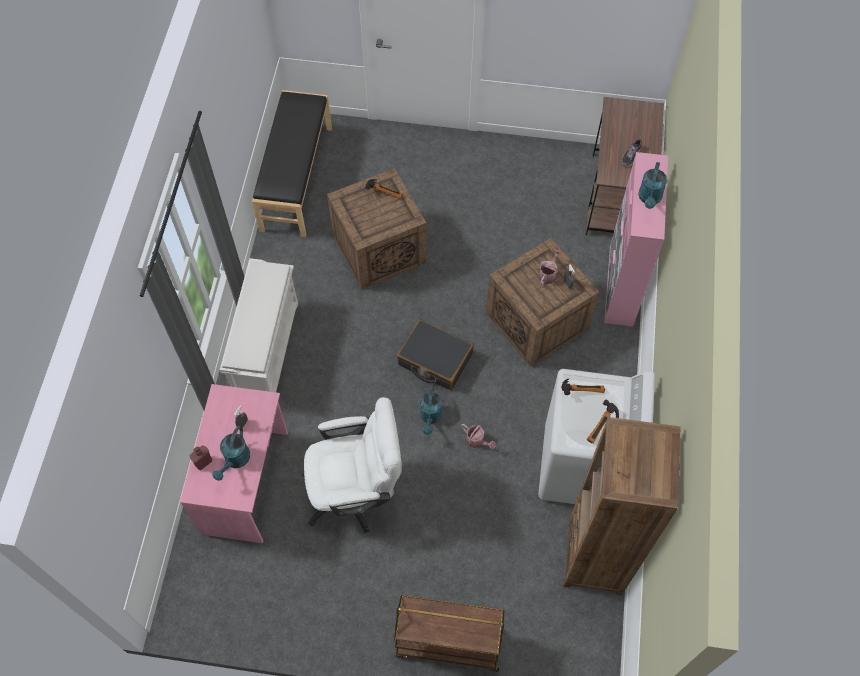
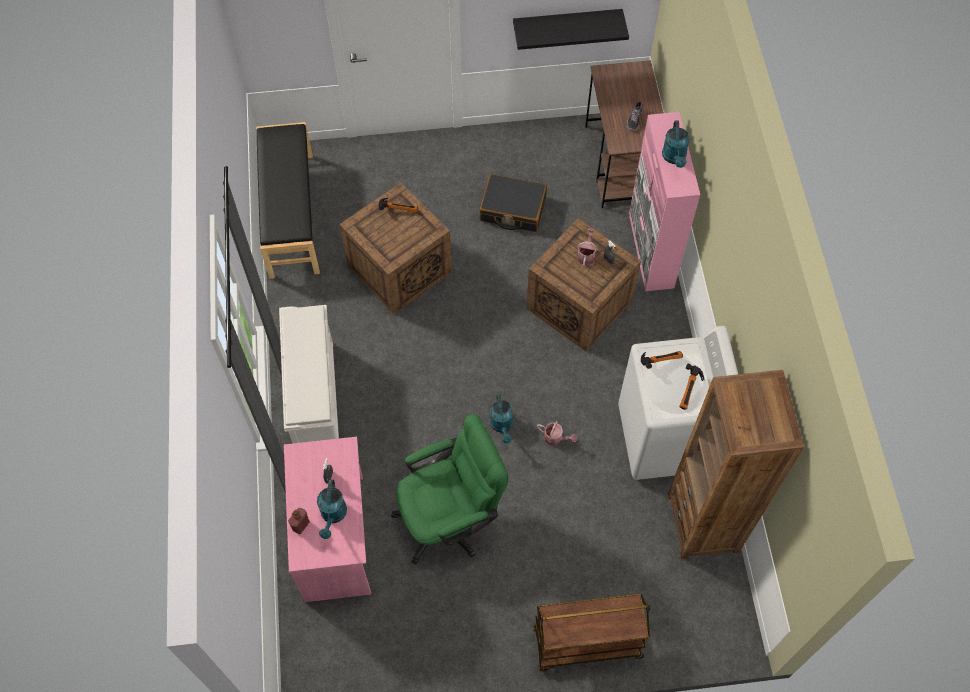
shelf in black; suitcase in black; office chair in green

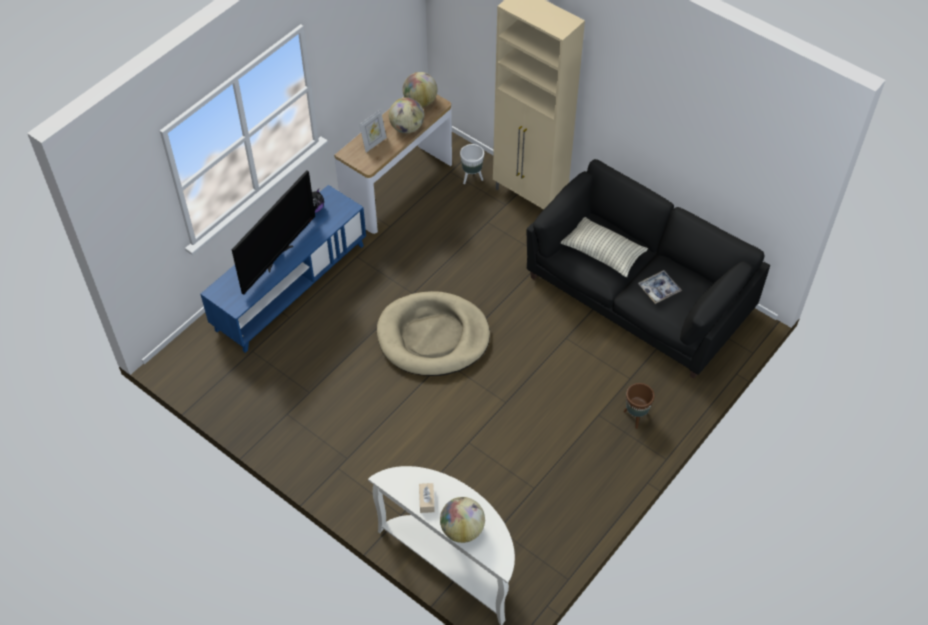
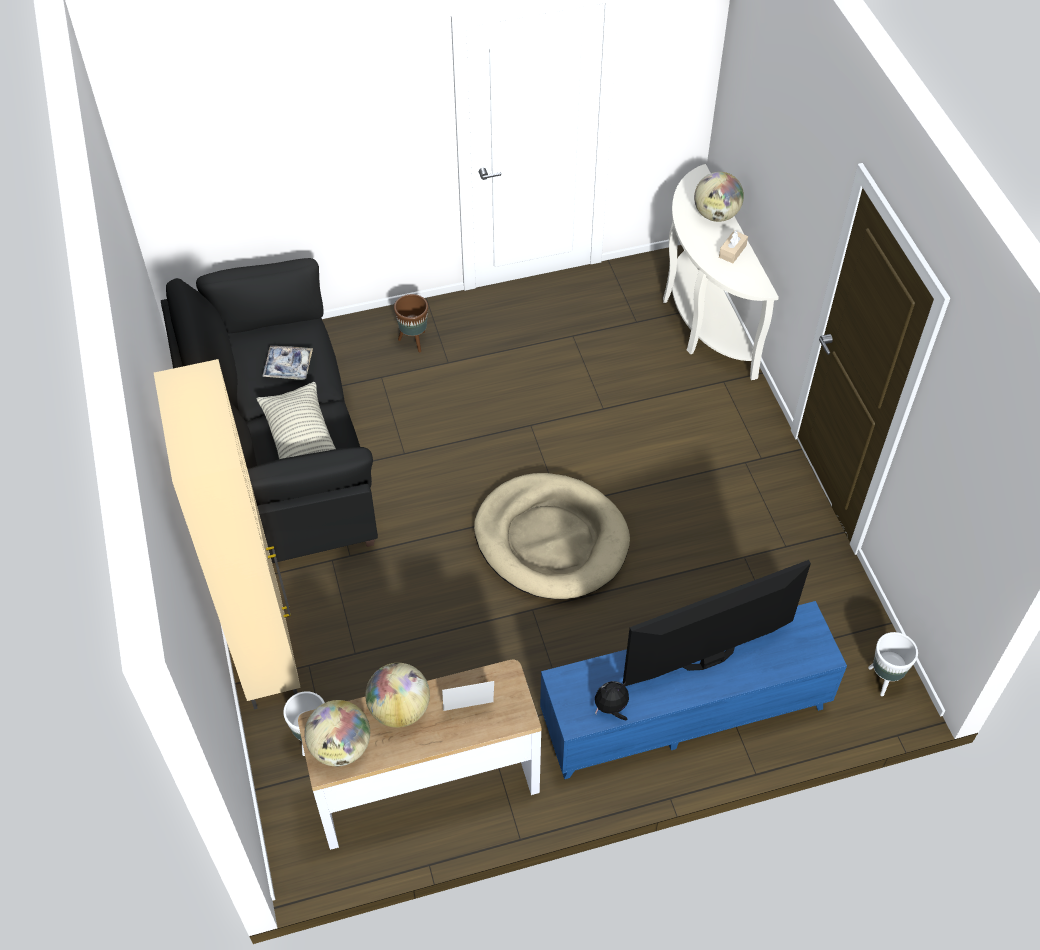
planter in white (no. 2 from left)

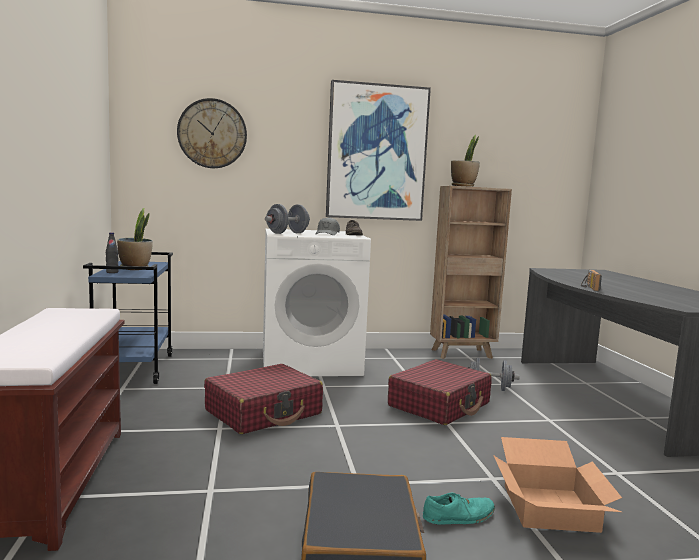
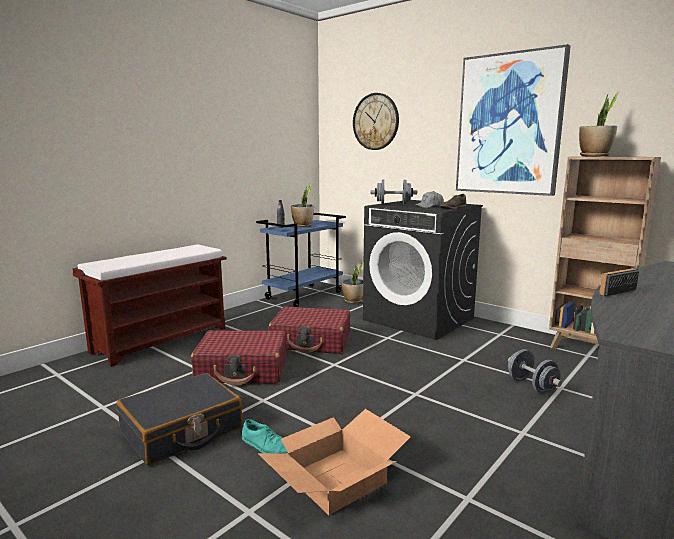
potted plant (no. 2 from left); suitcase in red (no. 1 from left); washing machine in black

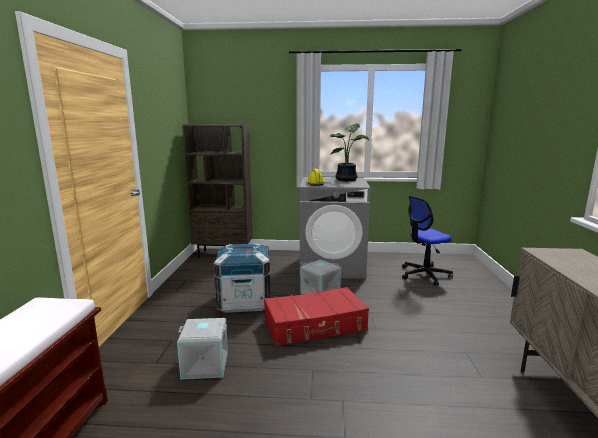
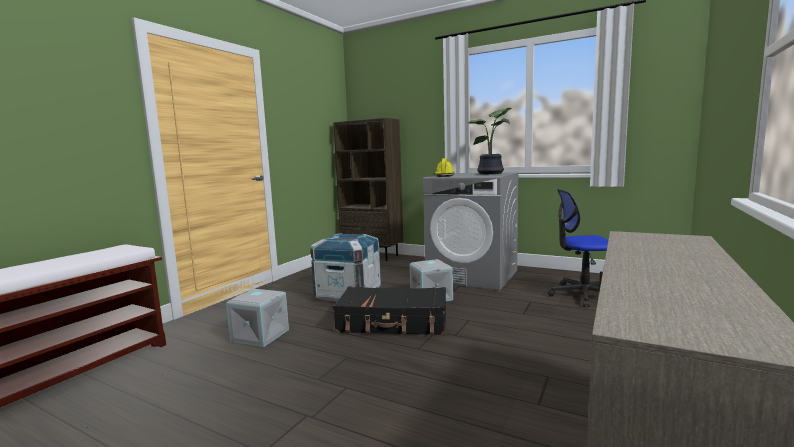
suitcase in black

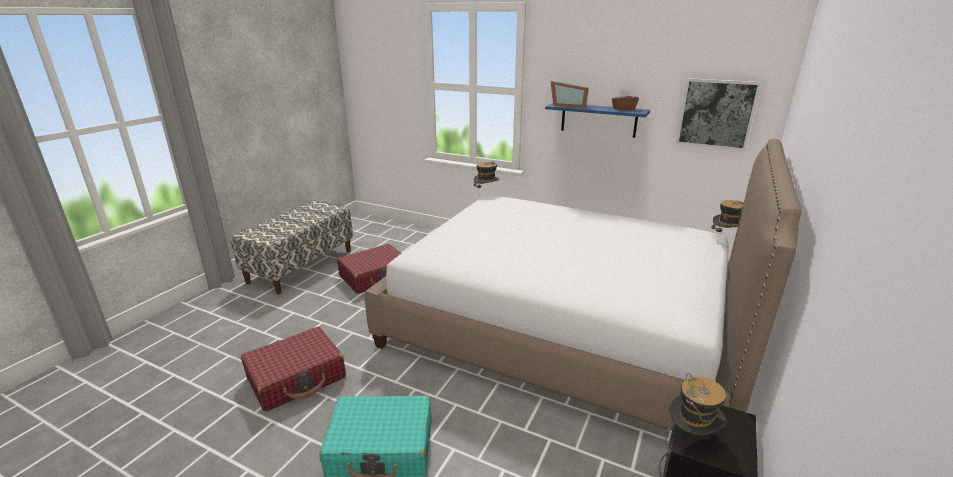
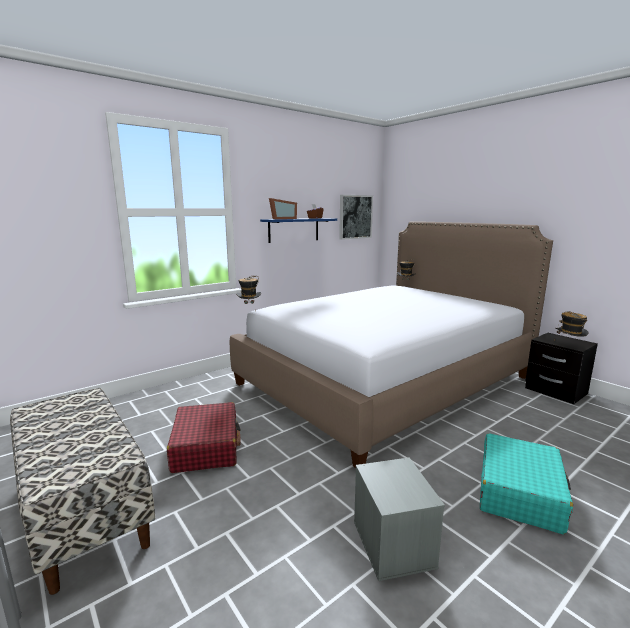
storage box in grey

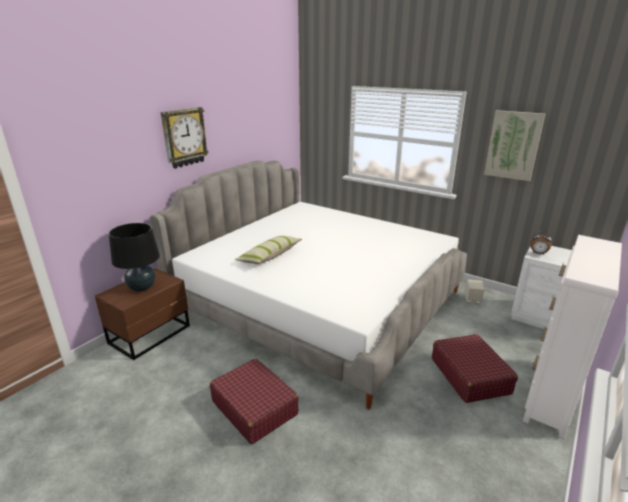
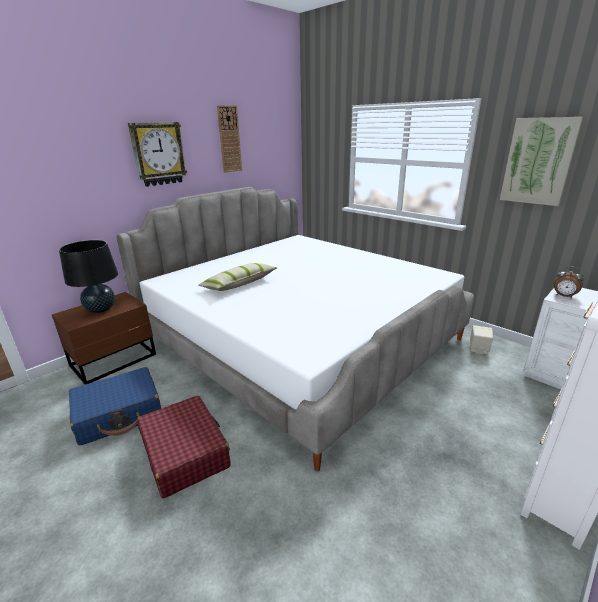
suitcase in red (no. 2 from left in the first image); suitcase in blue; wall clock (no. 2 from left)

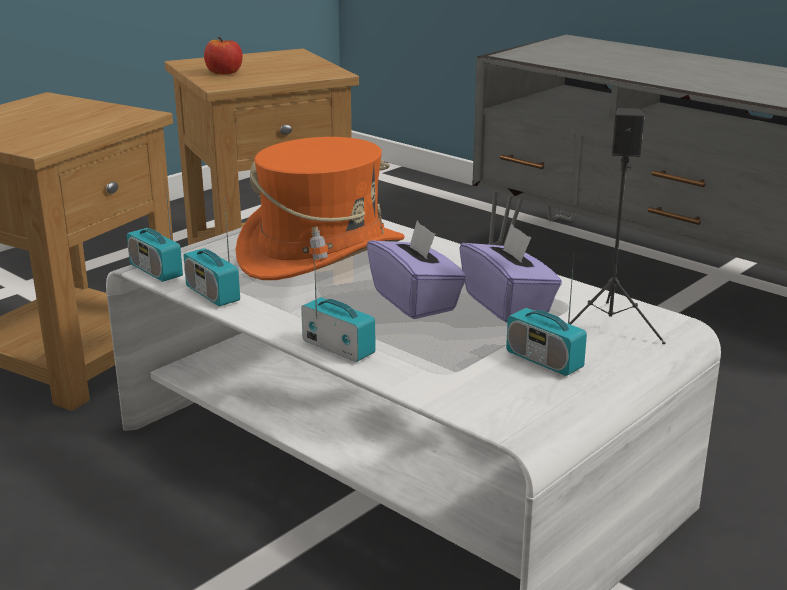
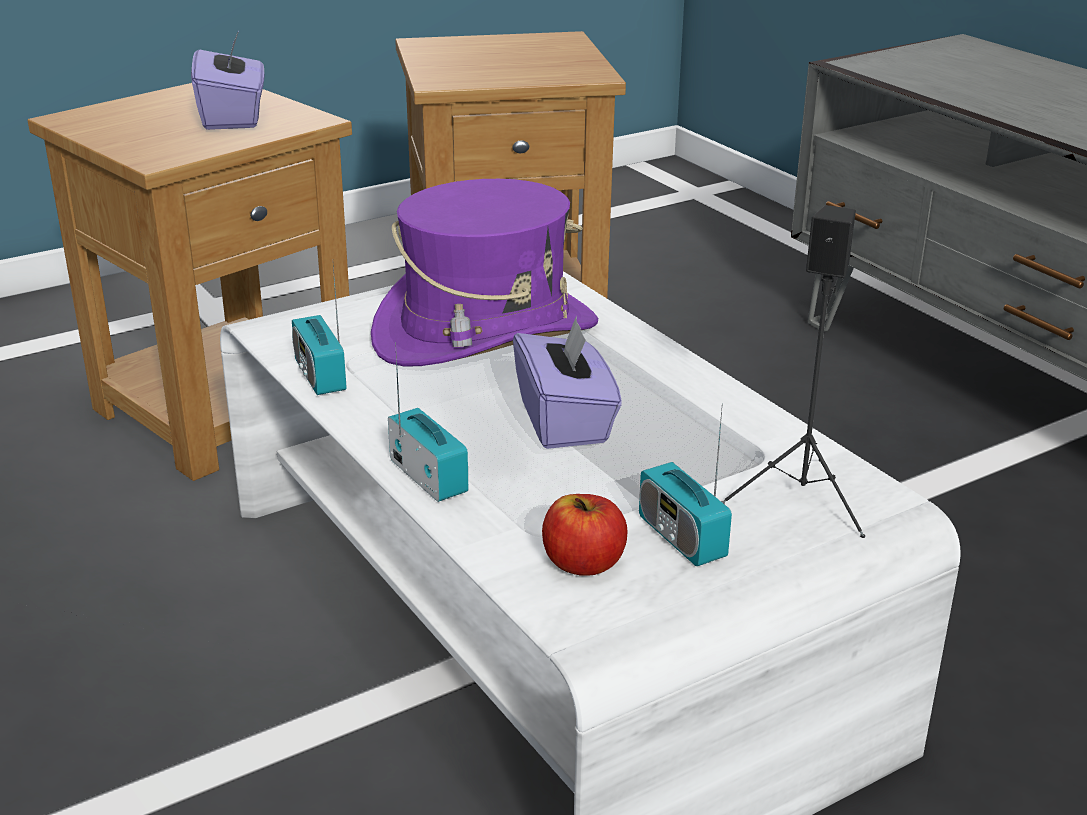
radio (no. 1 from left in the first image); apple; tissue box in purple (no. 1 from left); hat in purple

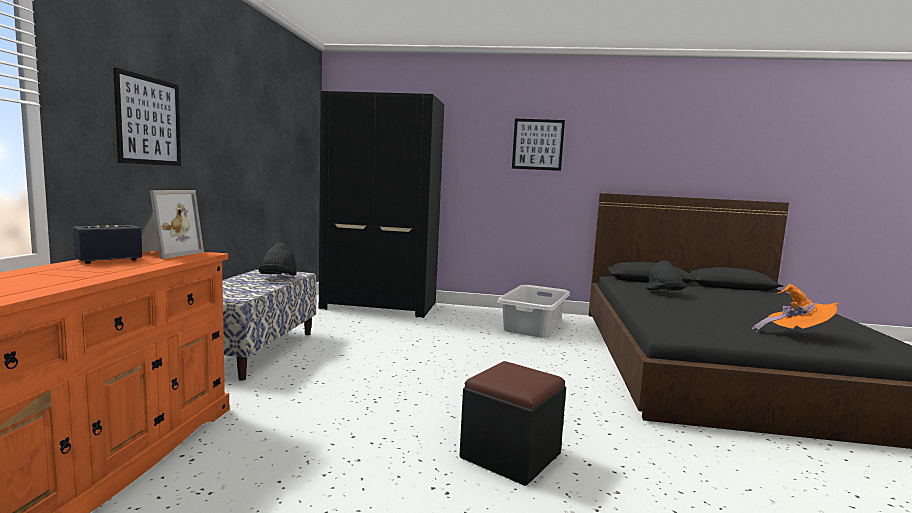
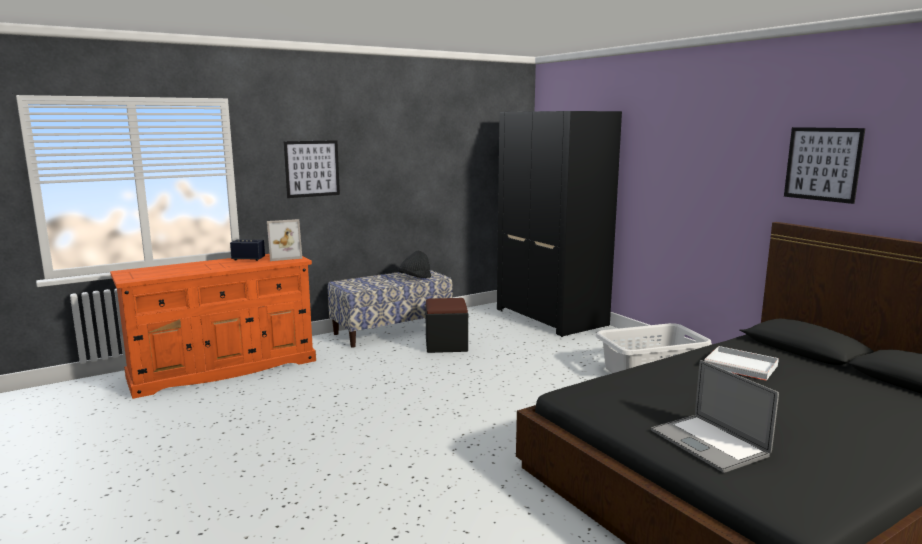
ottoman in black; picture (no. 2 from left); tray in white; laptop

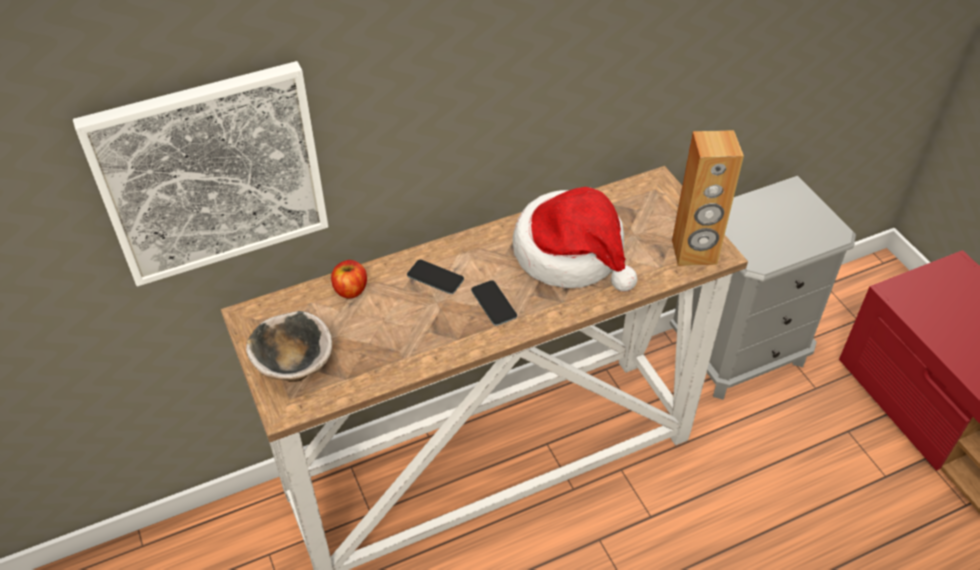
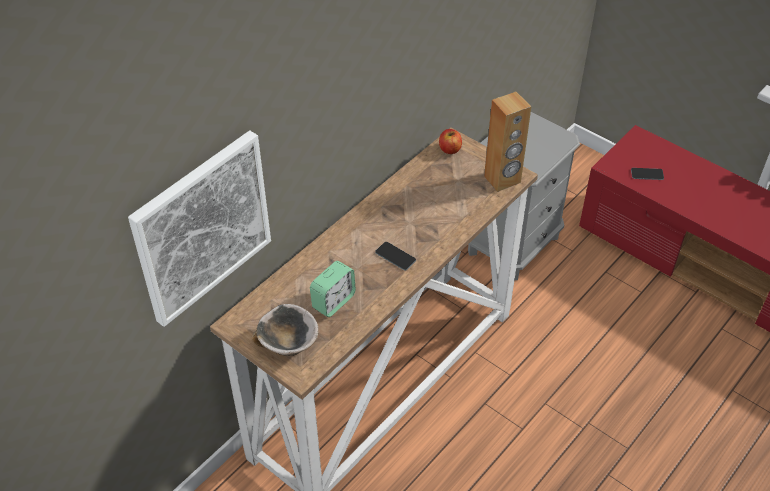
hat; alarm clock; apple; phone (no. 2 from left)

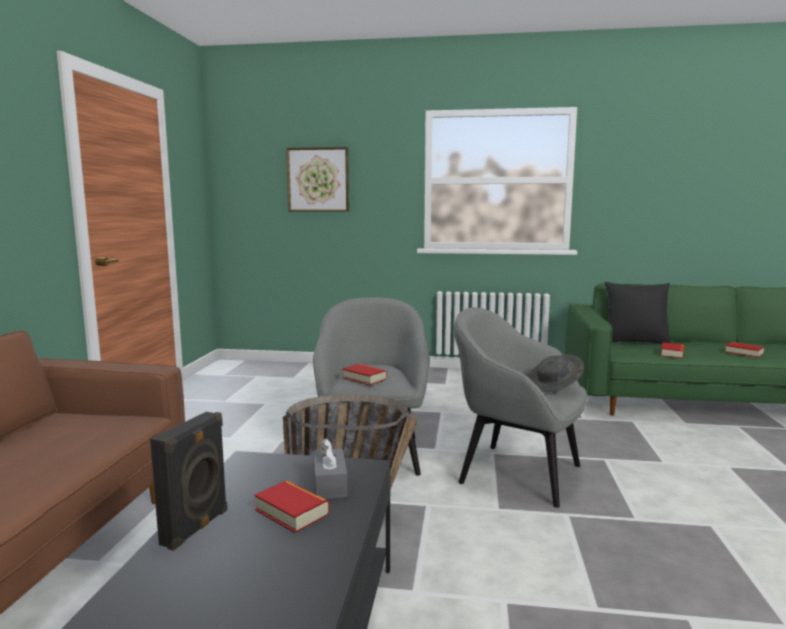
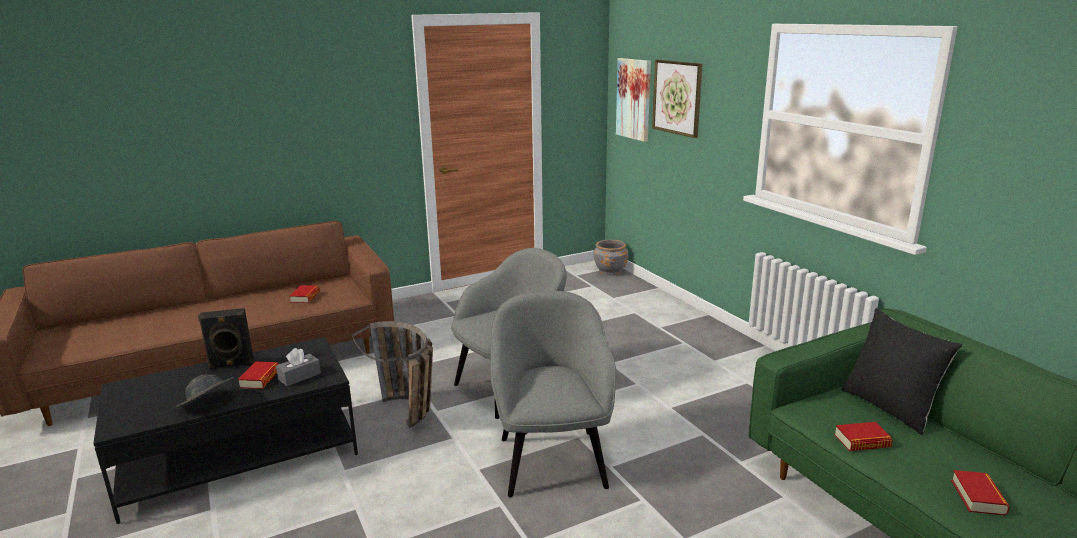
planter in grey; picture (no. 1 from left); book (no. 2 from left); hat in grey

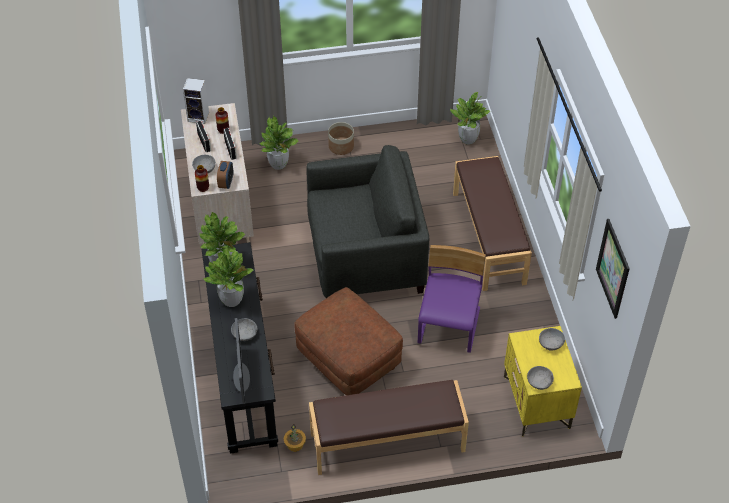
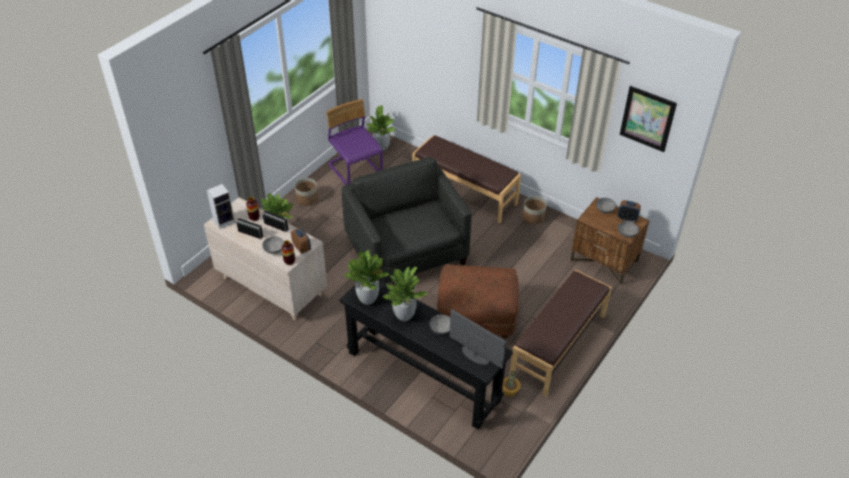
planter (no. 2 from left); alarm clock (no. 2 from left); chair in purple; nightstand in brown; armchair in grey

